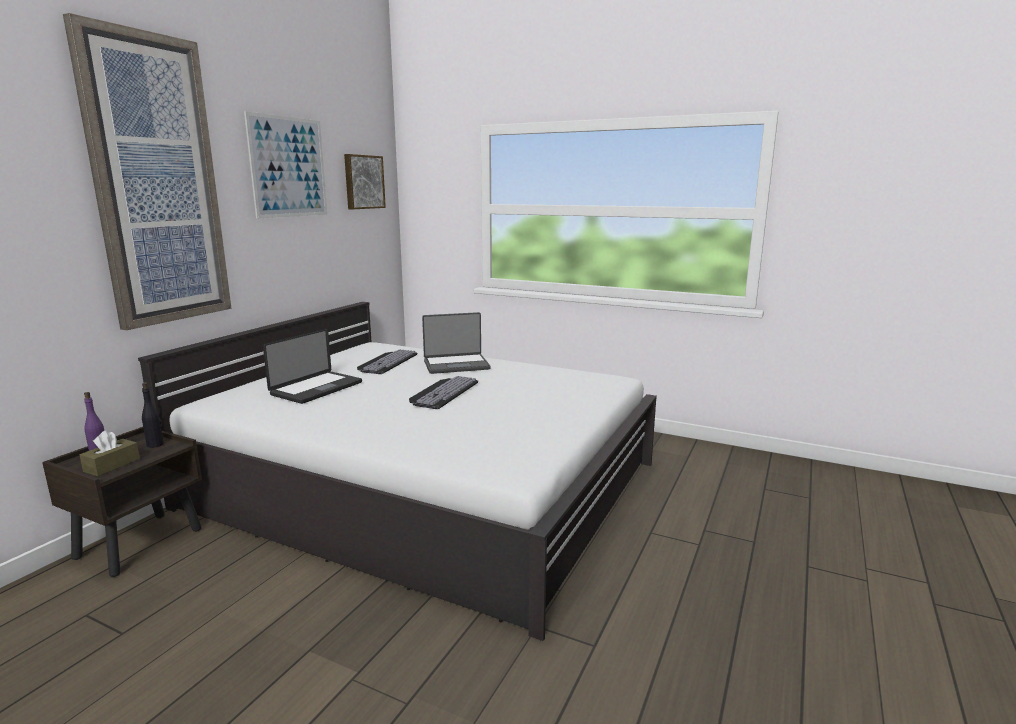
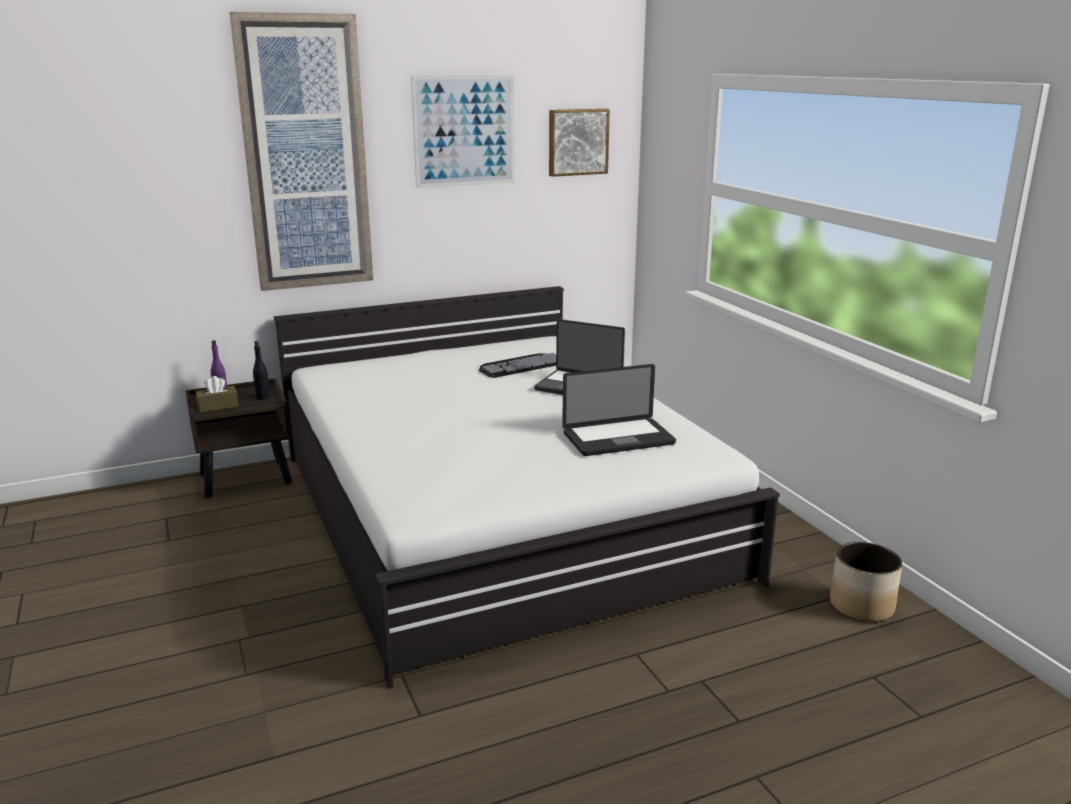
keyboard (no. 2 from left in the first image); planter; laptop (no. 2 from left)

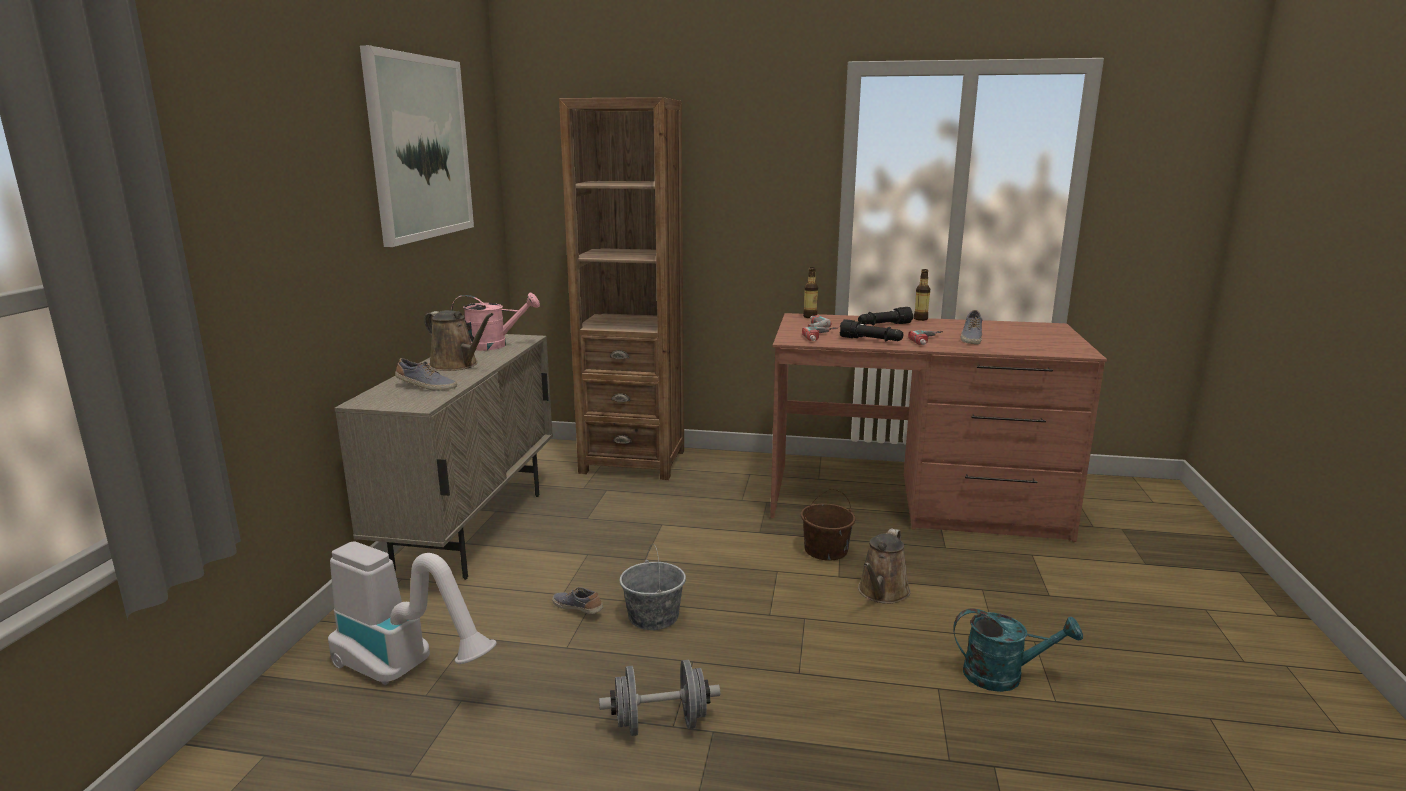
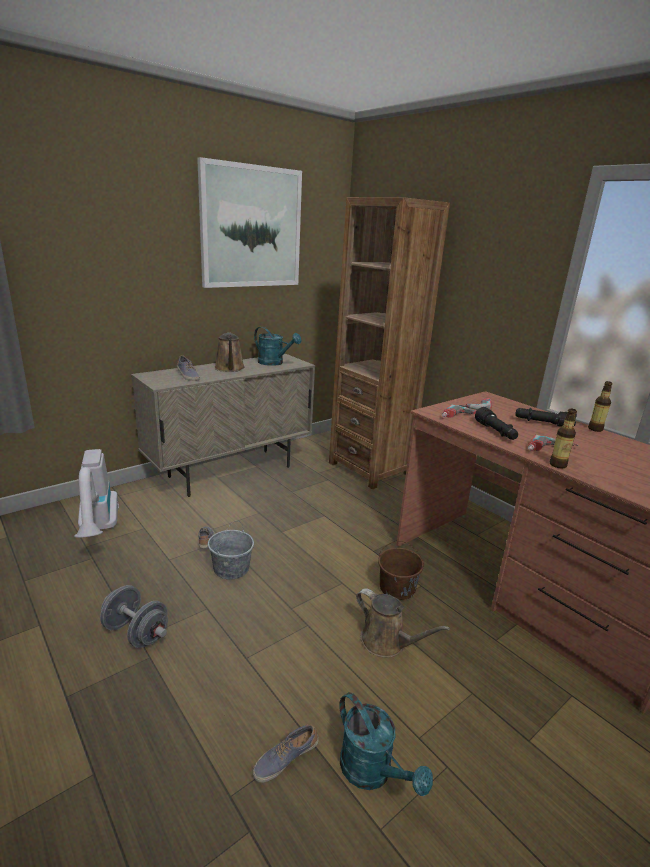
bottle (no. 1 from left); shoe (no. 3 from left); watering can in turquoise (no. 1 from left); watering can in brown (no. 2 from left)

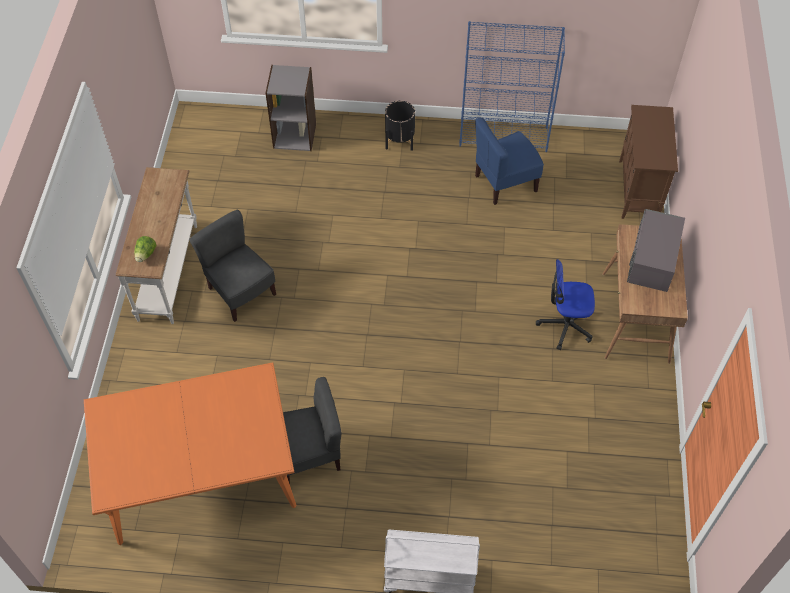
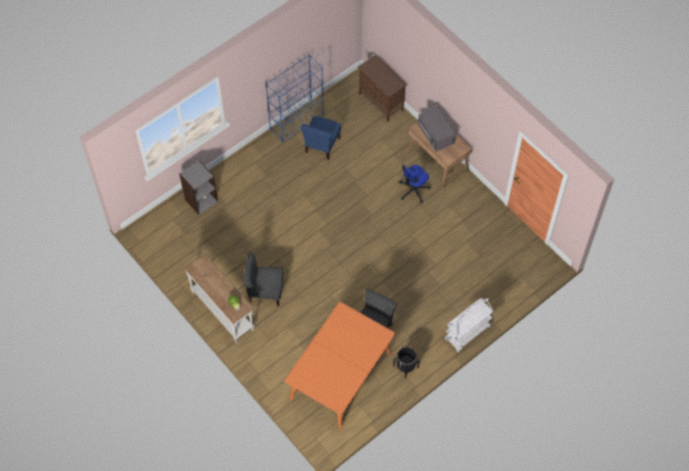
planter in black

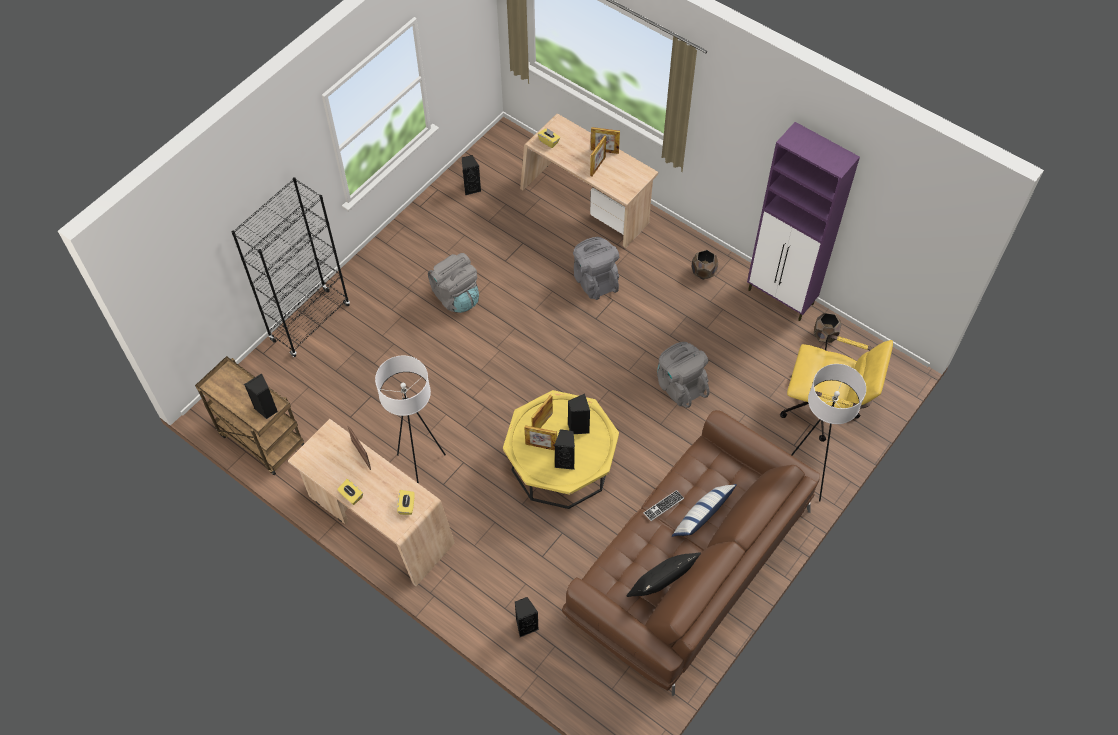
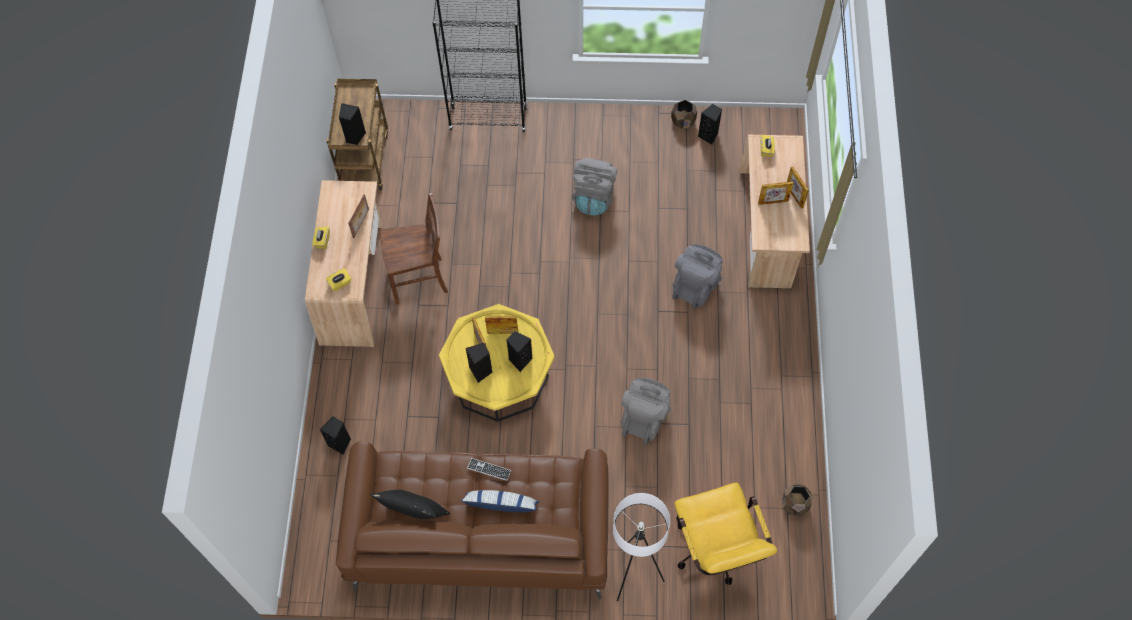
cabinet in purple; planter in brown (no. 1 from left); chair in brown

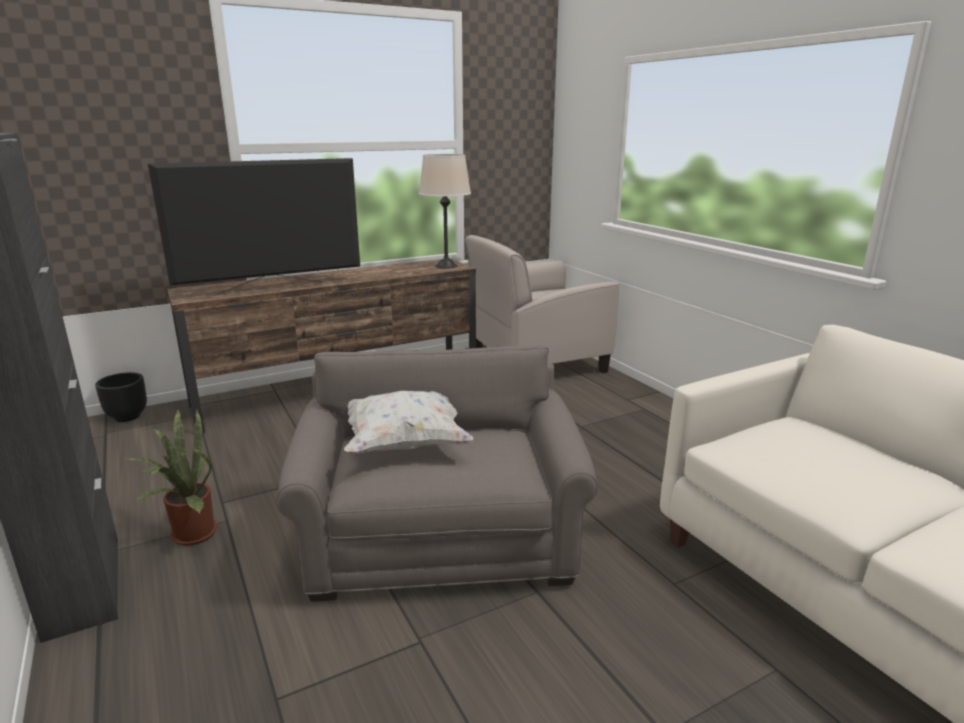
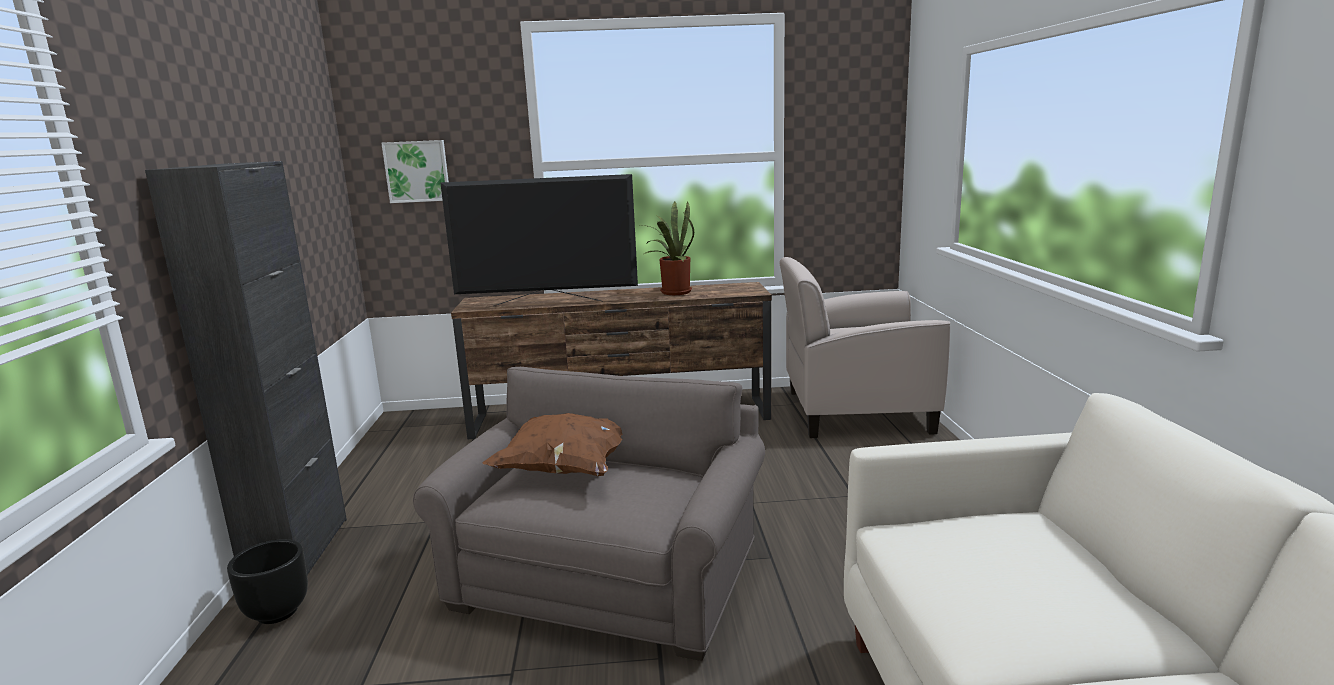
table lamp in beige; picture; planter in black; potted plant; pillow in brown

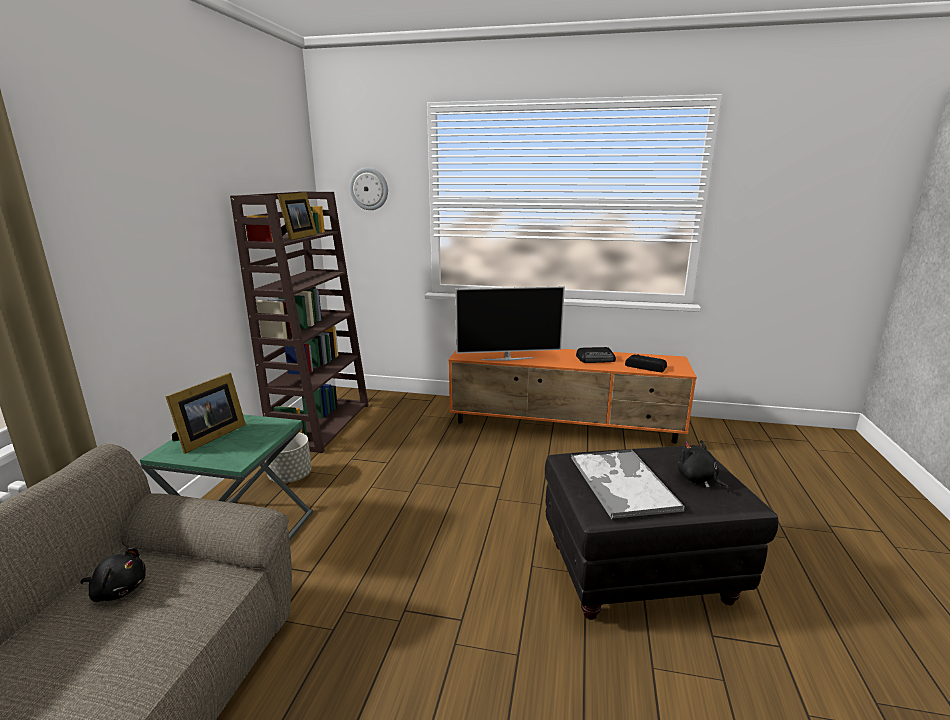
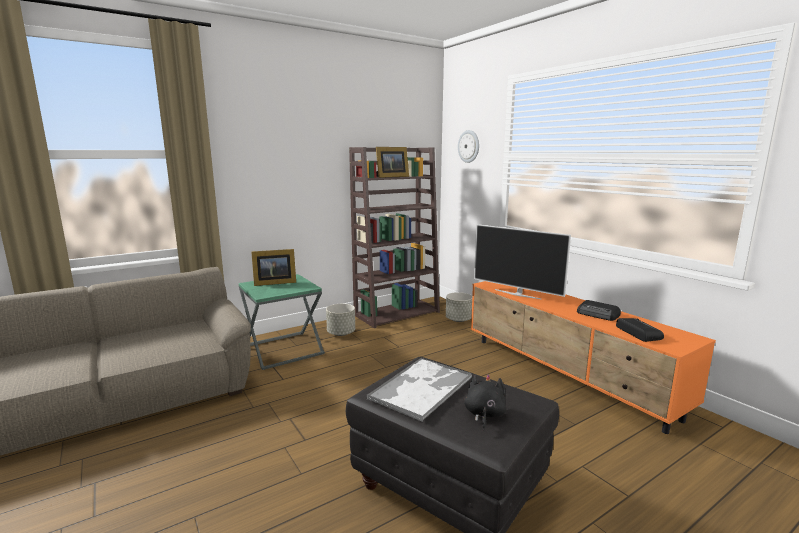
plush toy in black (no. 1 from left in the first image); planter in grey (no. 2 from left)

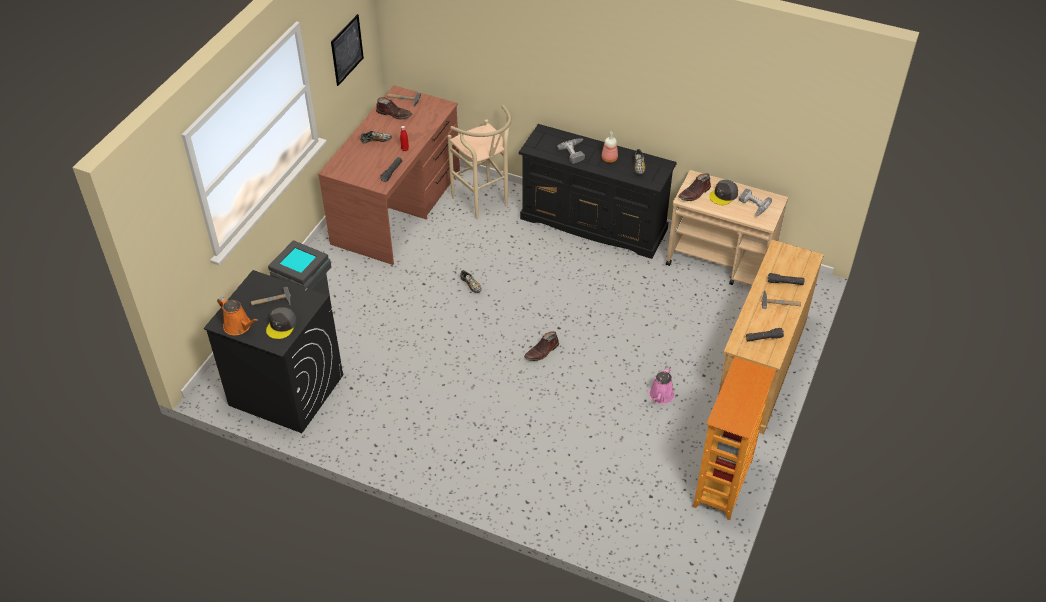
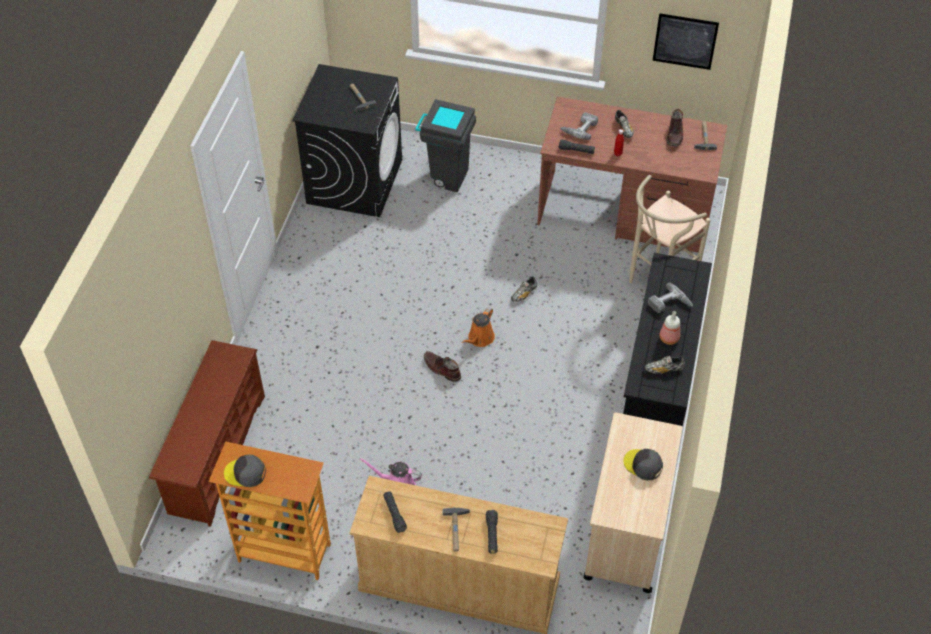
boot in brown (no. 3 from left in the first image); shoe rack in brown; watering can in orange; cap in grey (no. 1 from left); power drill (no. 1 from left)

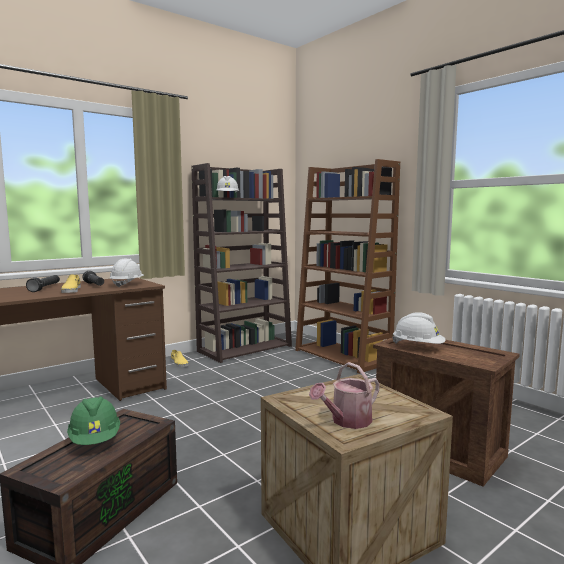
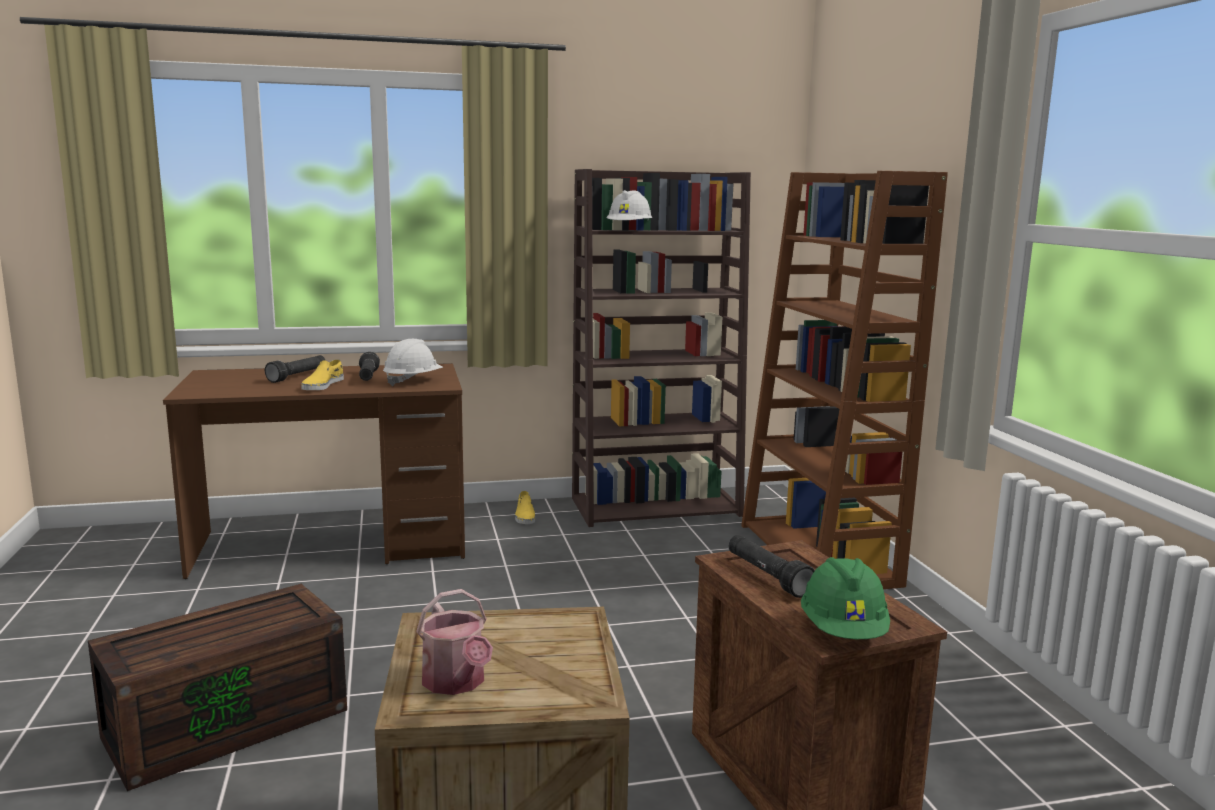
hard hat in green; flashlight in black (no. 3 from left); watering can

